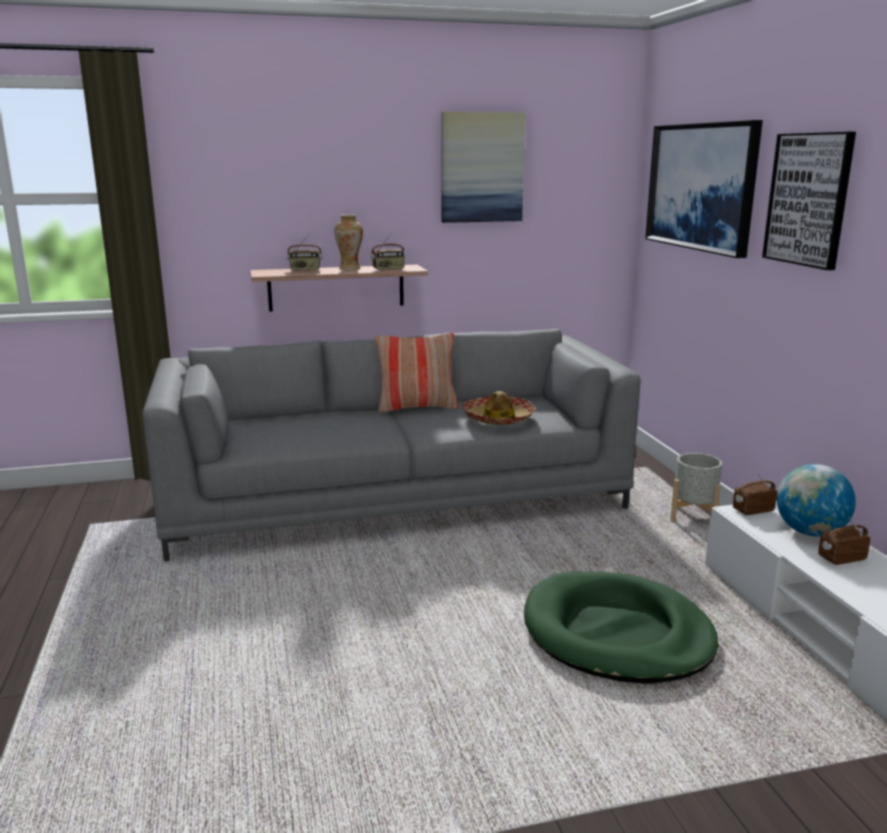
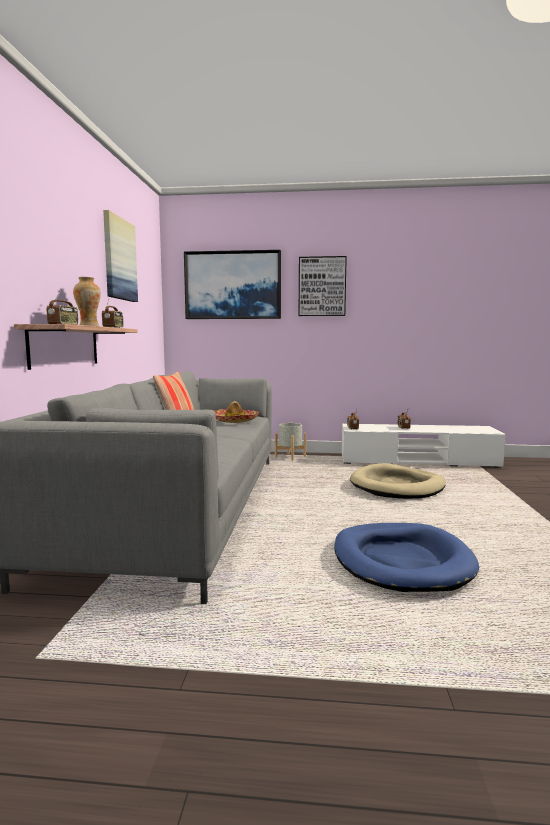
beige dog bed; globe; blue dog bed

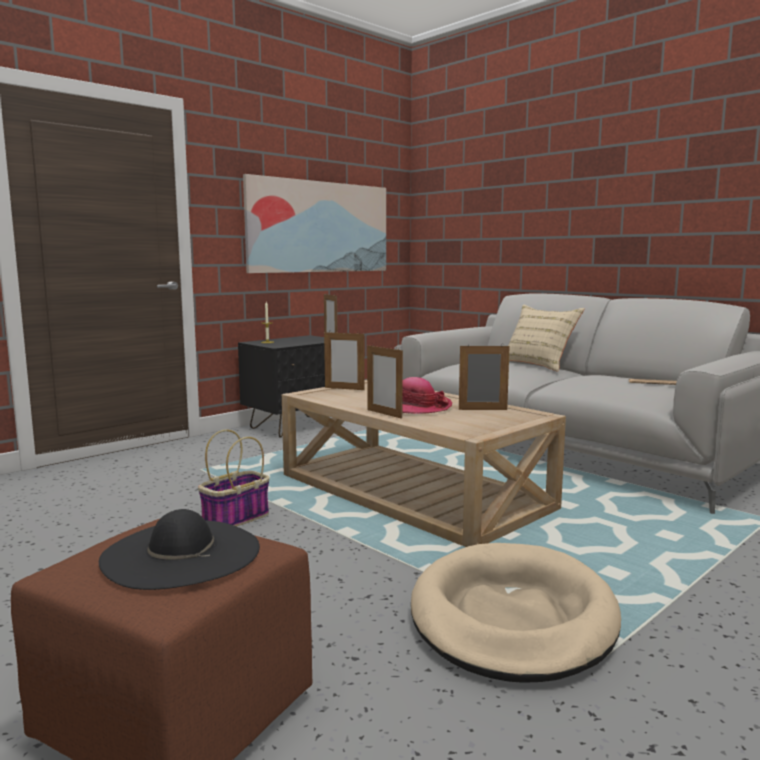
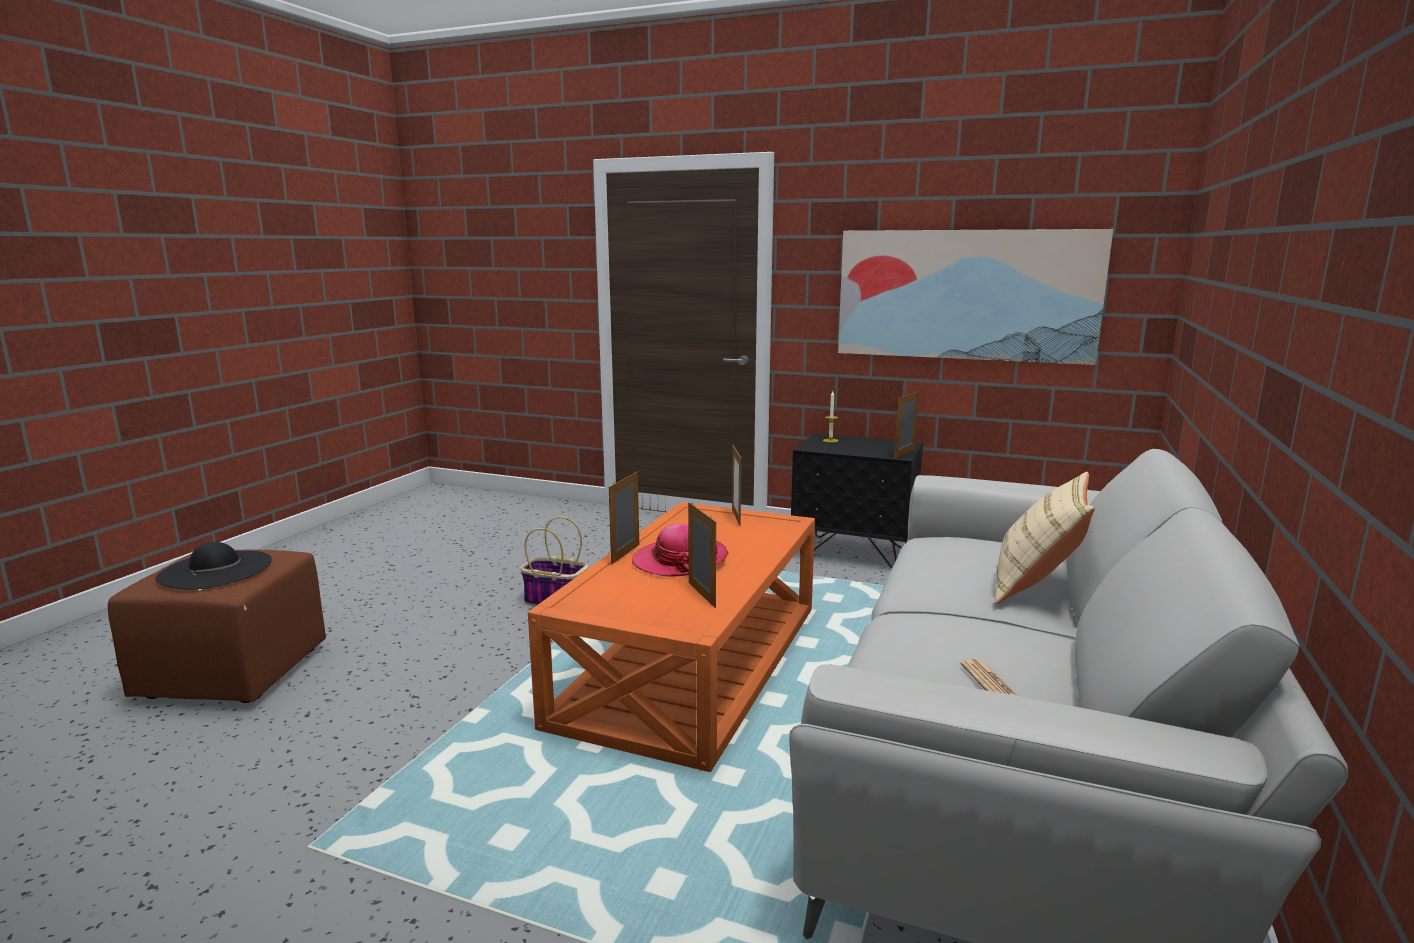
orange coffee table; beige dog bed

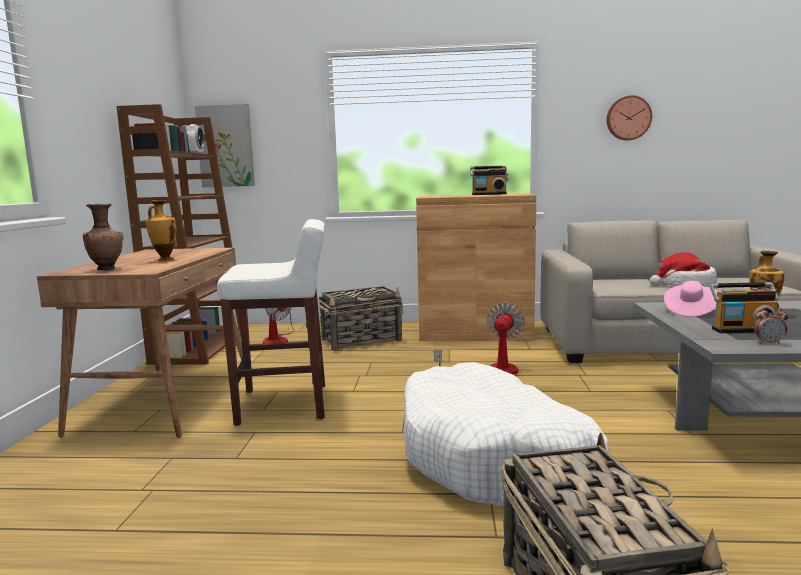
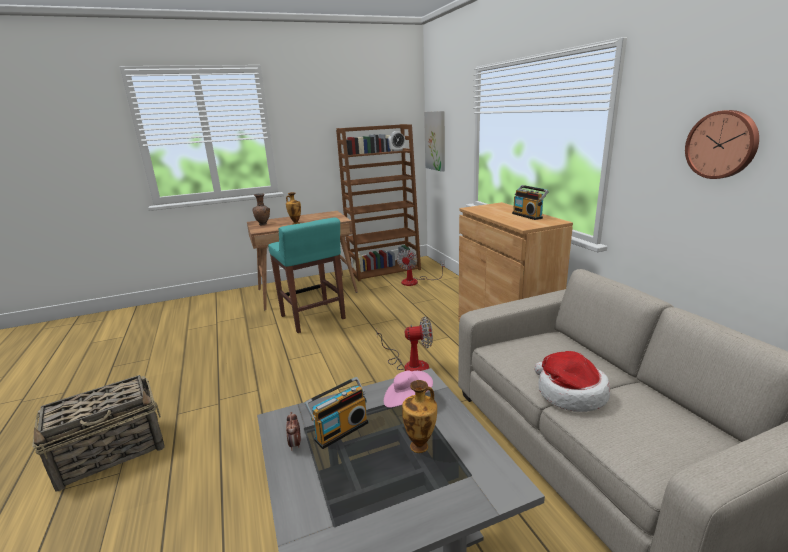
turquoise stool; basket (1st from left in the first image); white dog bed; radio (1st from left)

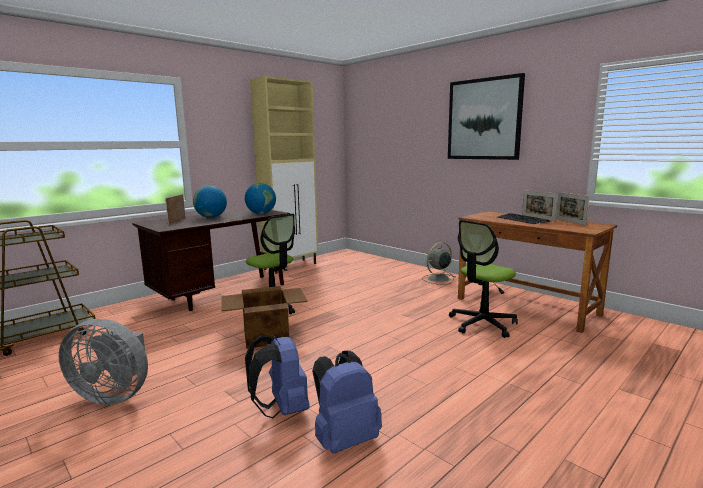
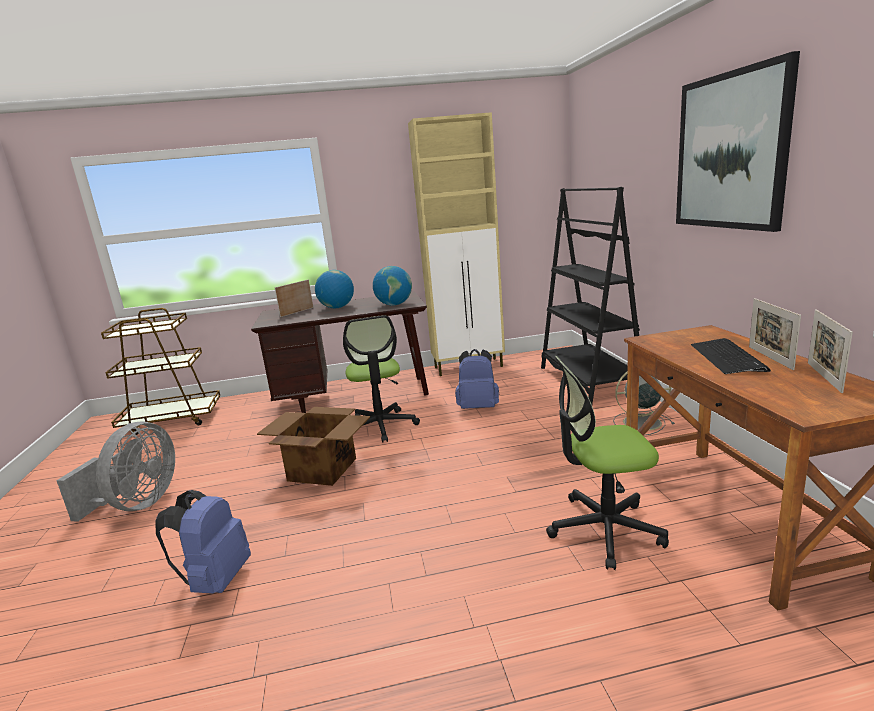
grey fan (1st from left); blue backpack (2nd from left); black bookcase

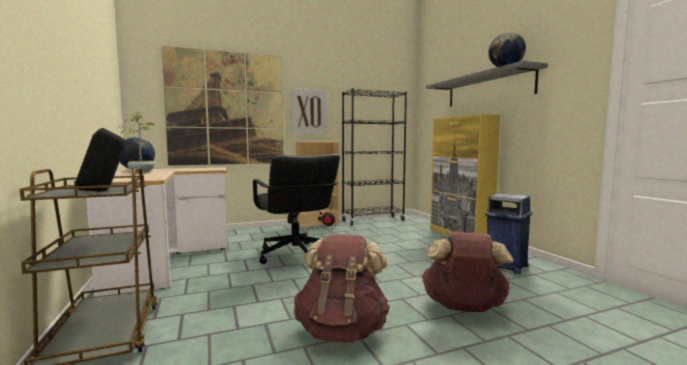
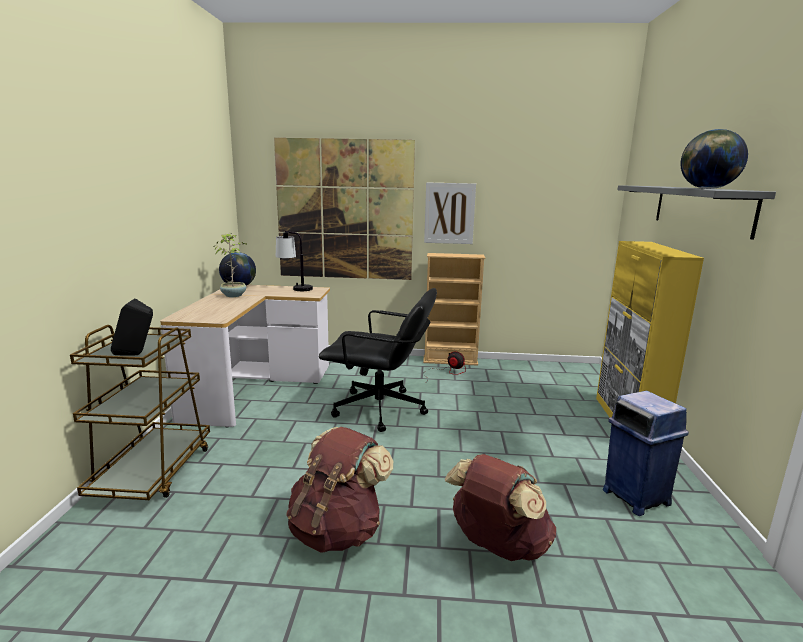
black office chair; black bookcase; table lamp

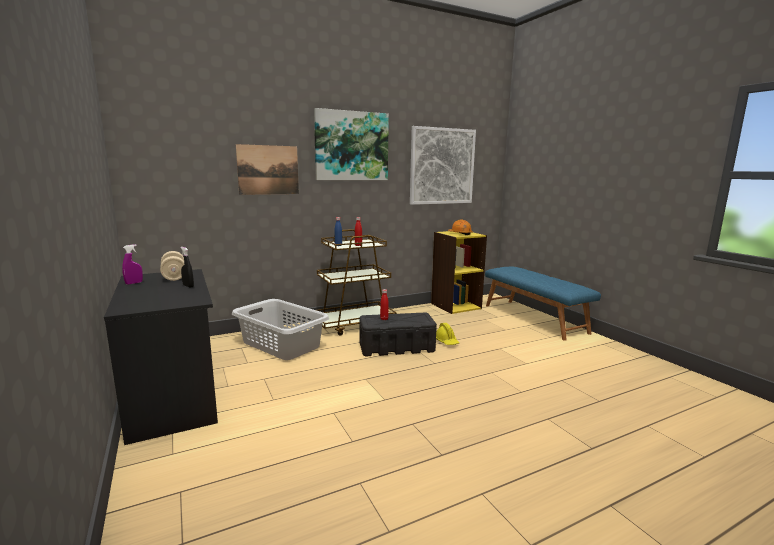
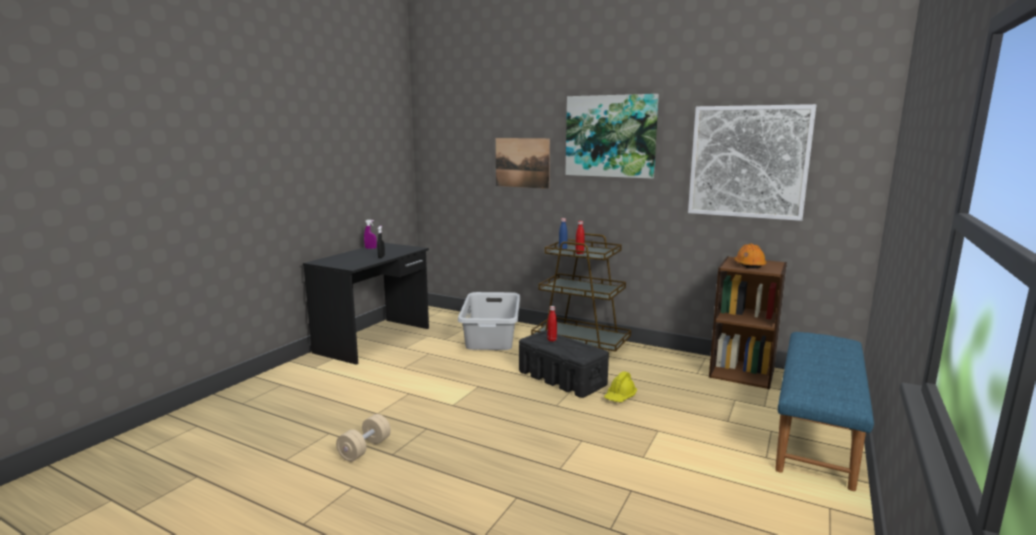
beige dumbbell; brown bookcase

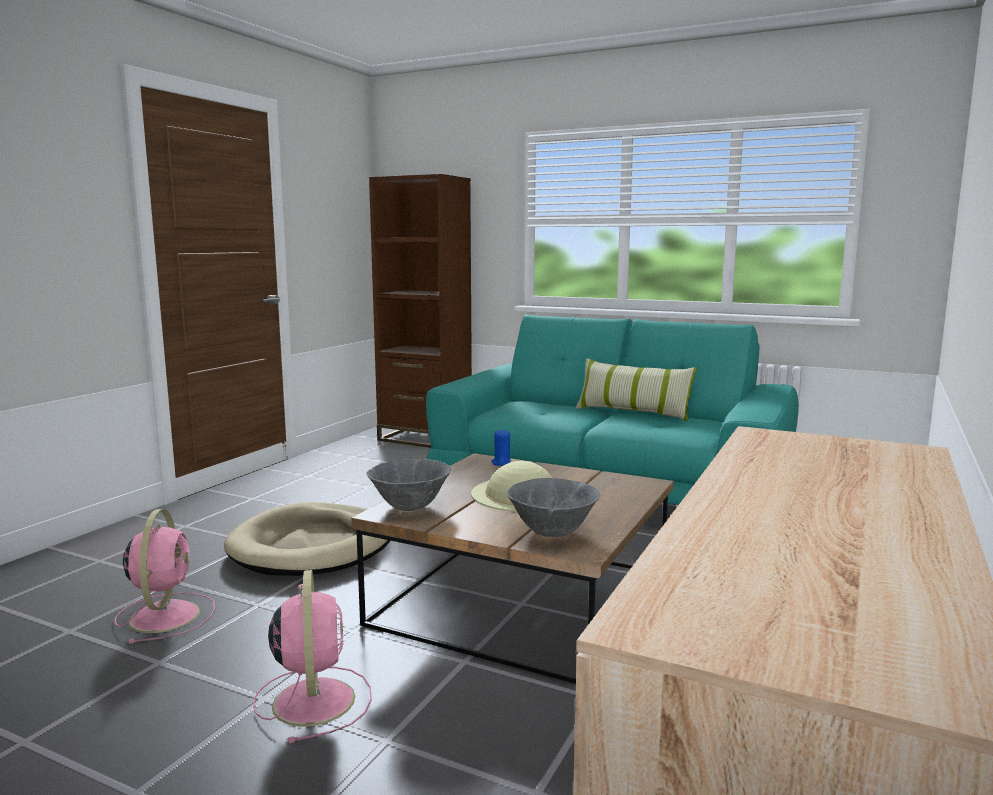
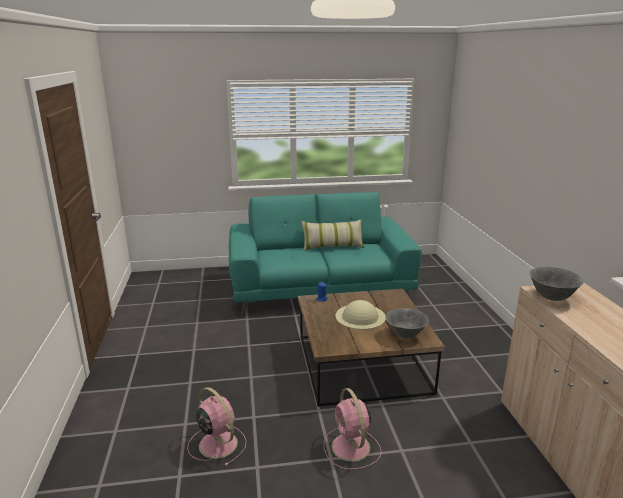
beige dog bed; pink fan (2nd from left); grey bowl (2nd from left); brown bookcase

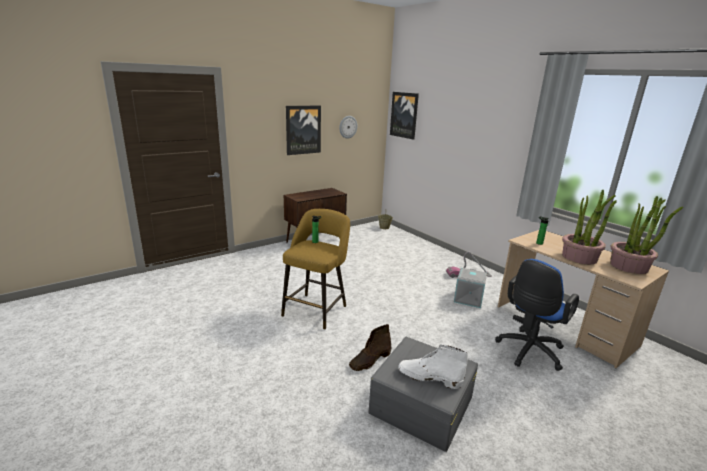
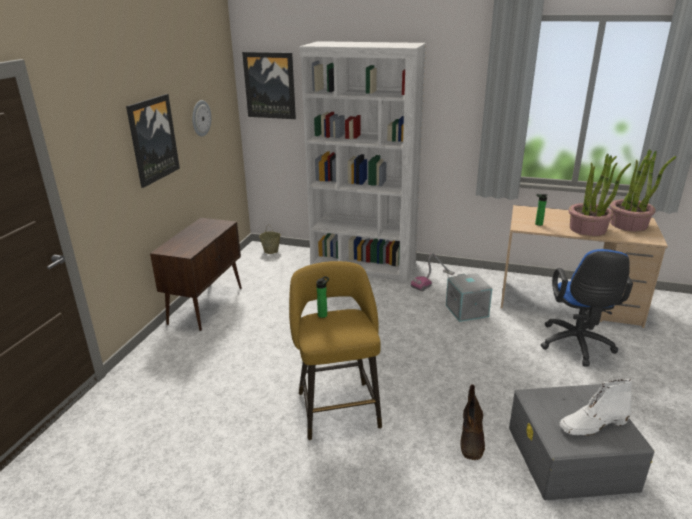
white bookcase

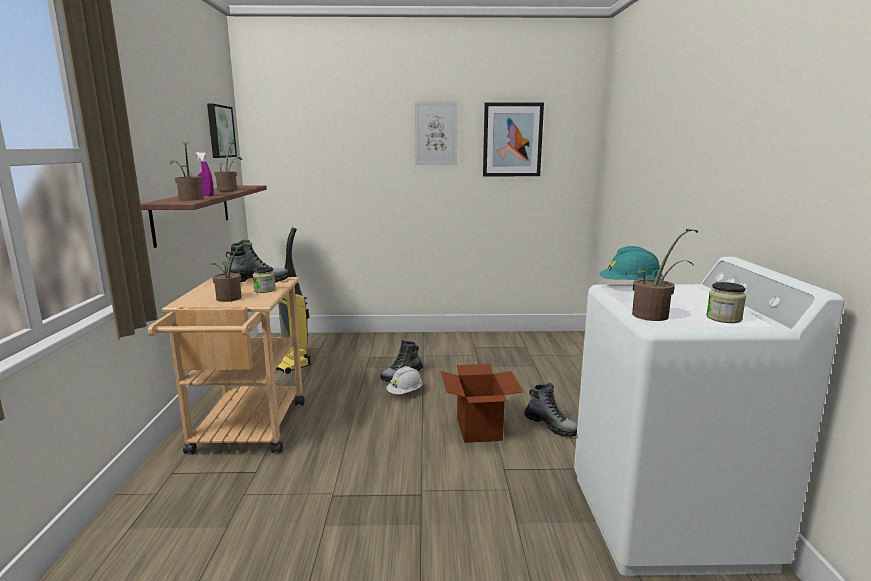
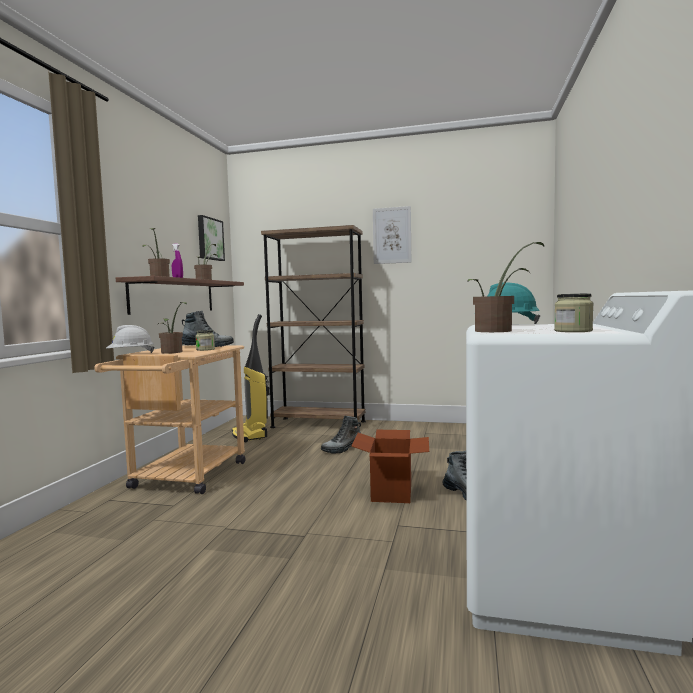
white hard hat; picture (3rd from left in the first image); brown bookcase

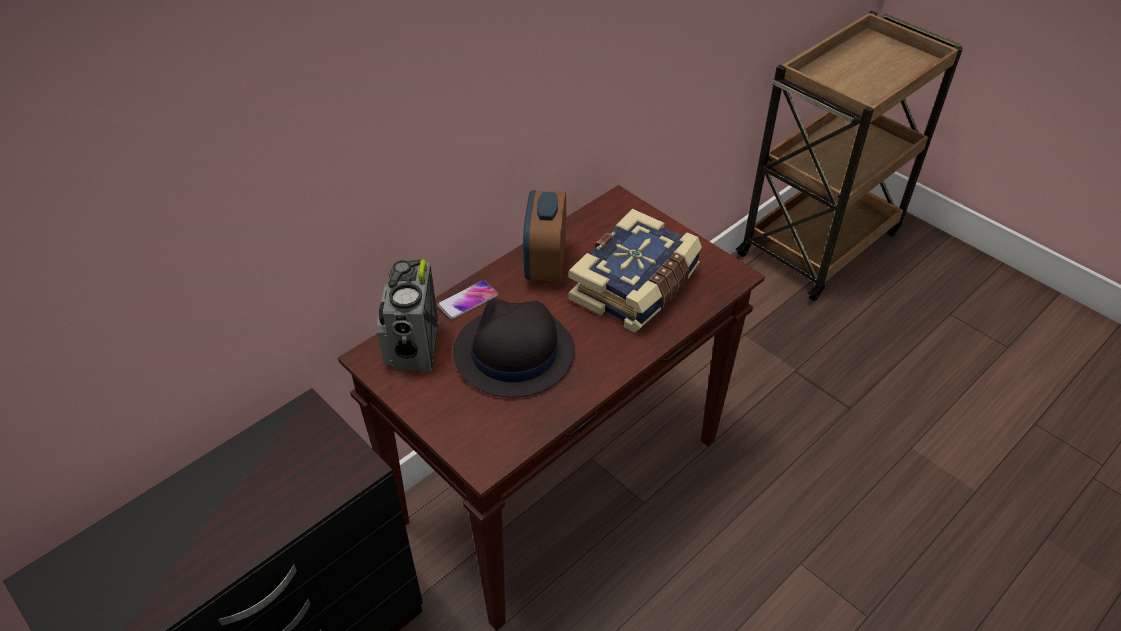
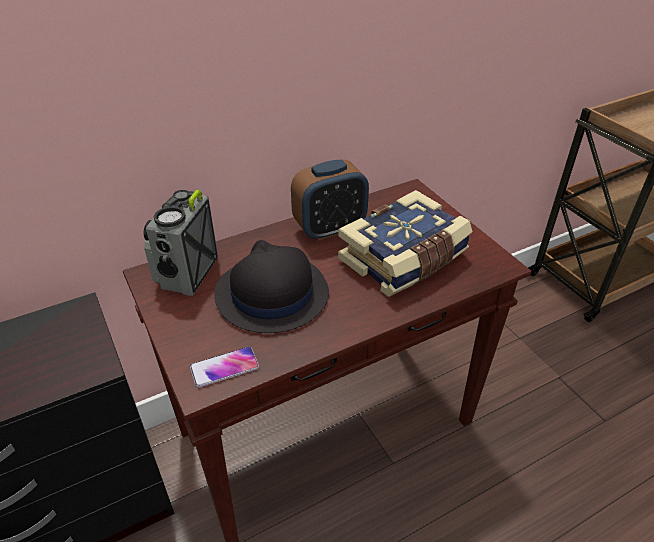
phone; alarm clock

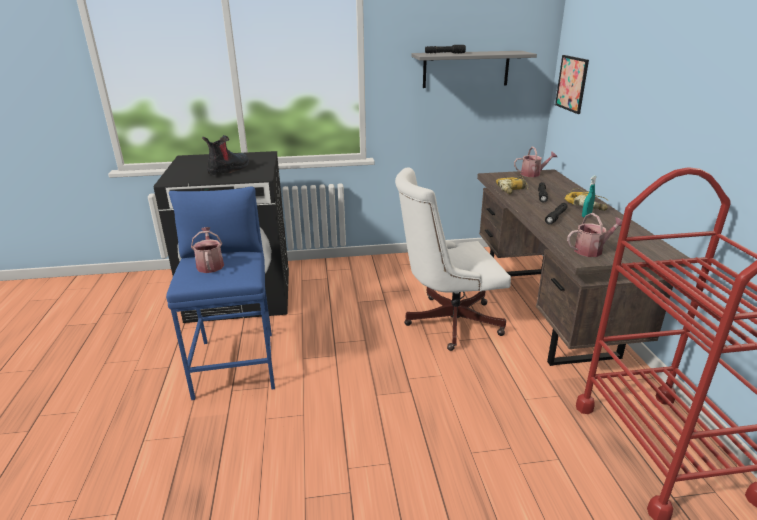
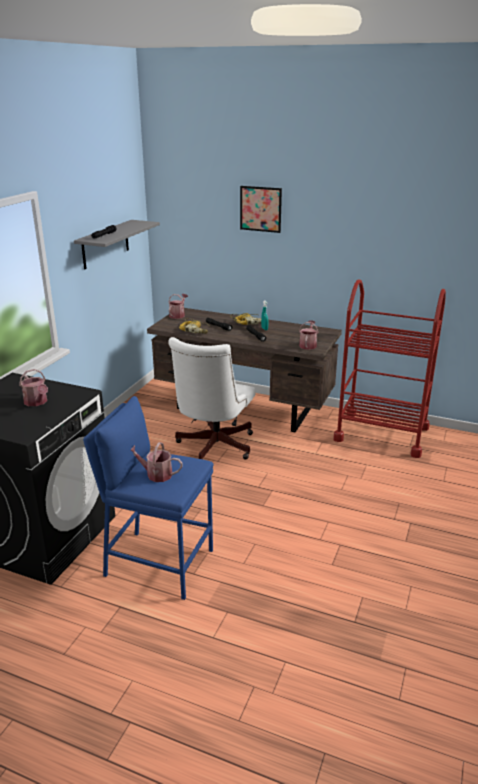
watering can (1st from left); picture

